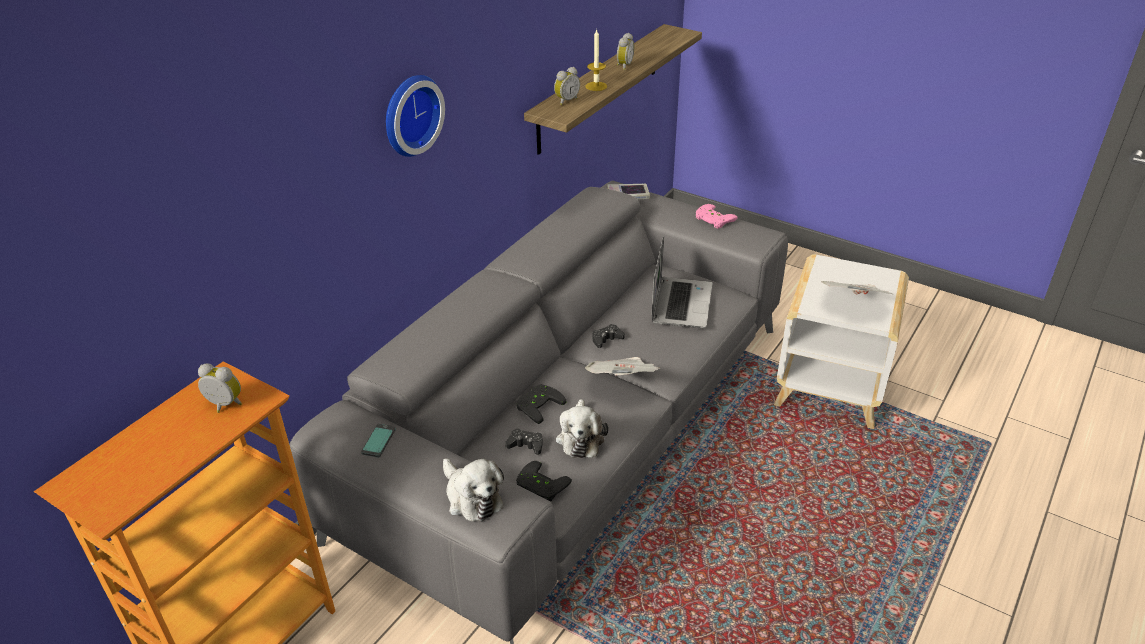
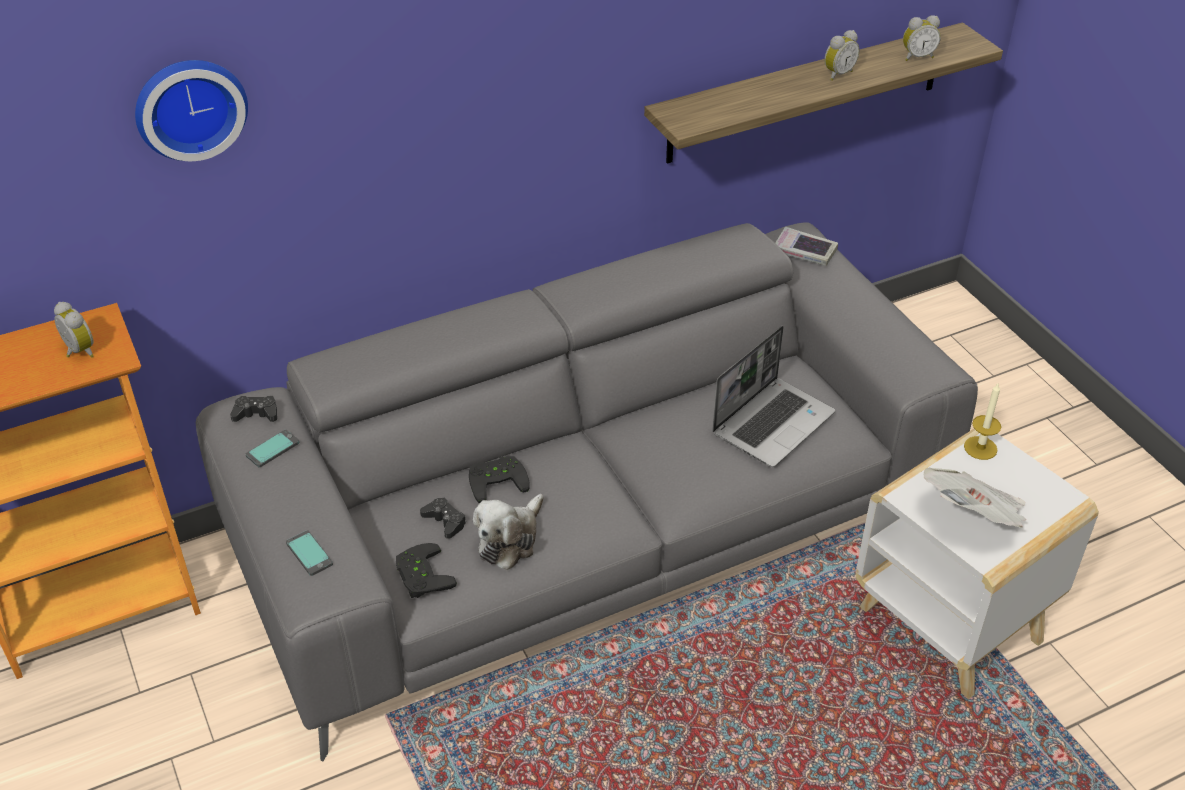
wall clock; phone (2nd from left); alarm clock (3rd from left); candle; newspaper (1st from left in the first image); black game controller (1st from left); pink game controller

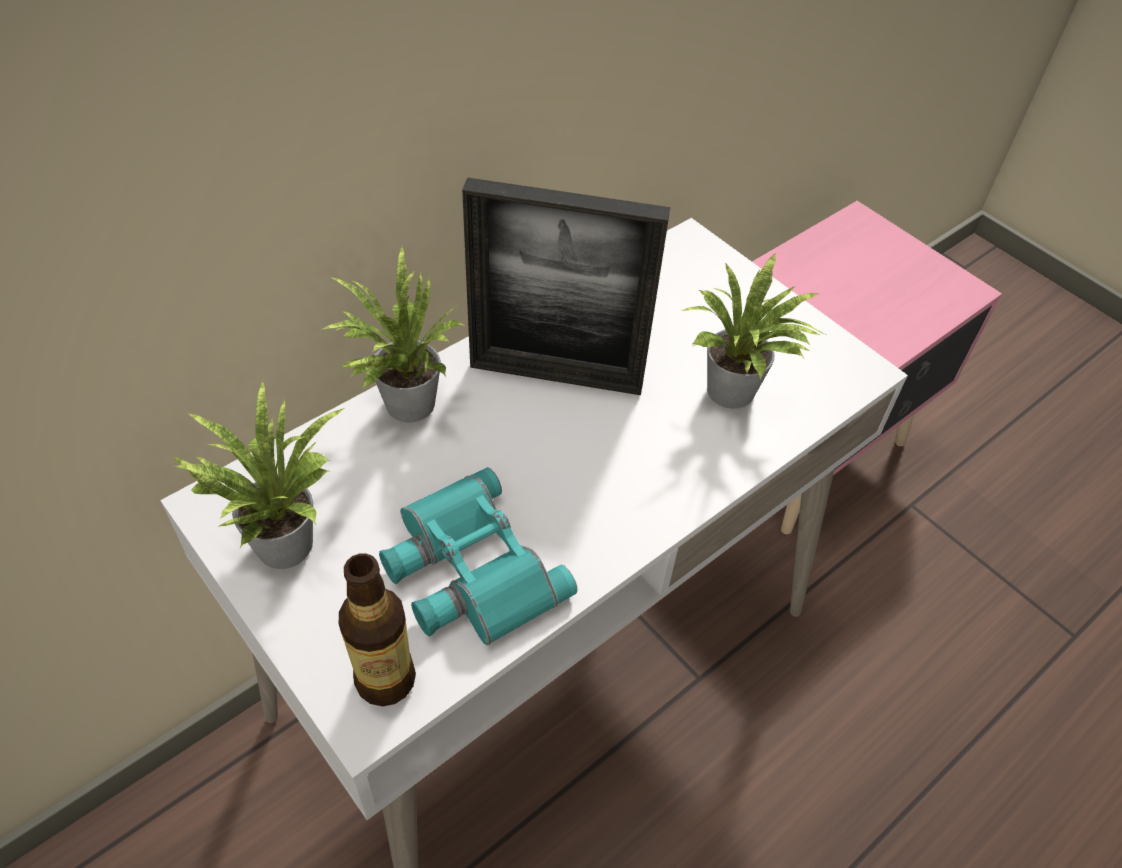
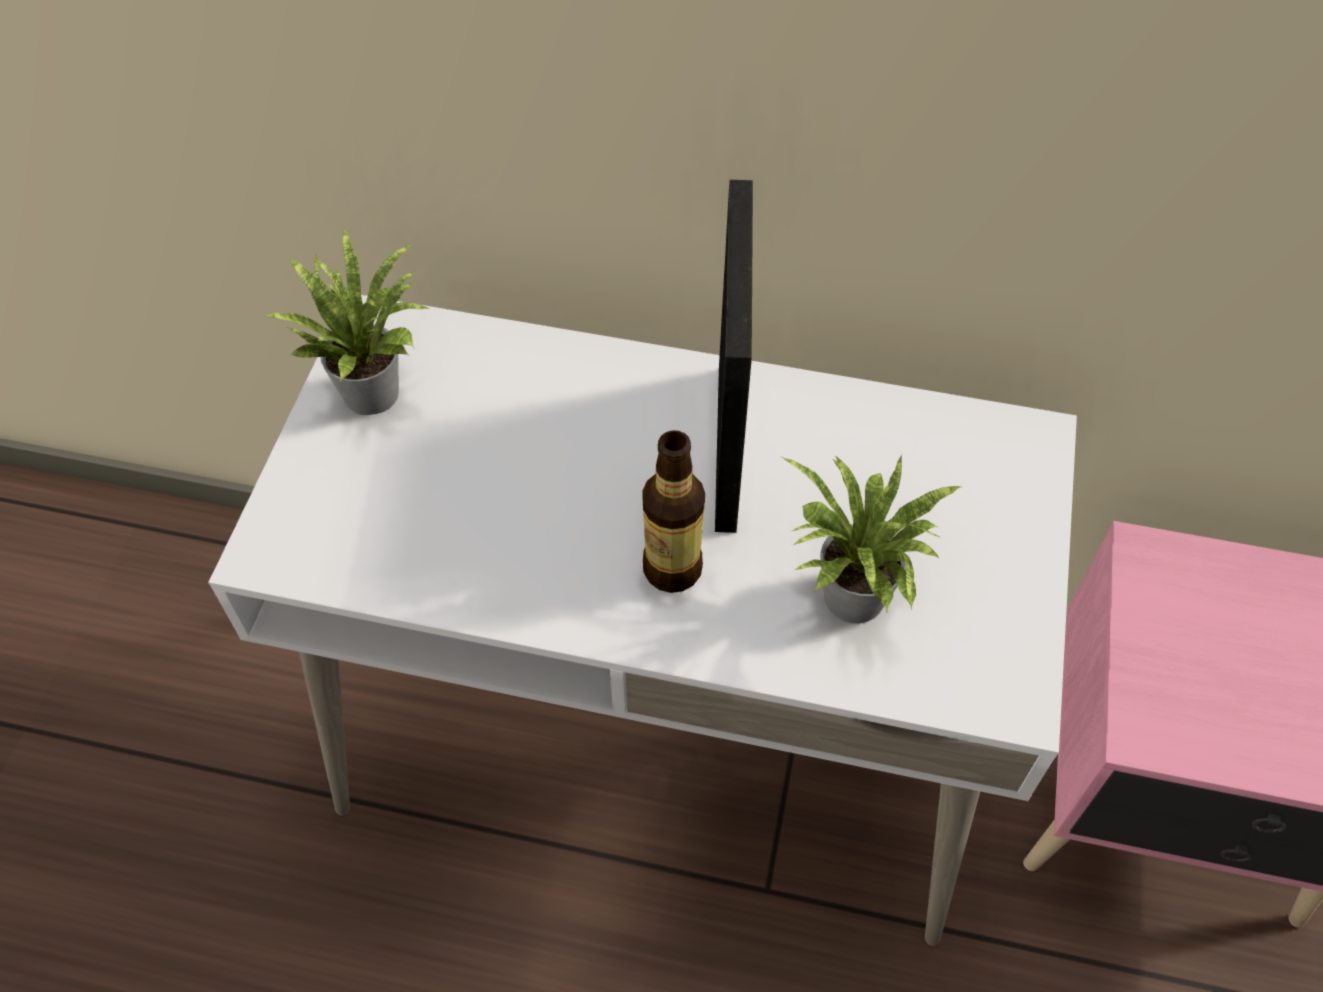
potted plant (2nd from left in the first image); bottle; turquoise binoculars; picture frame

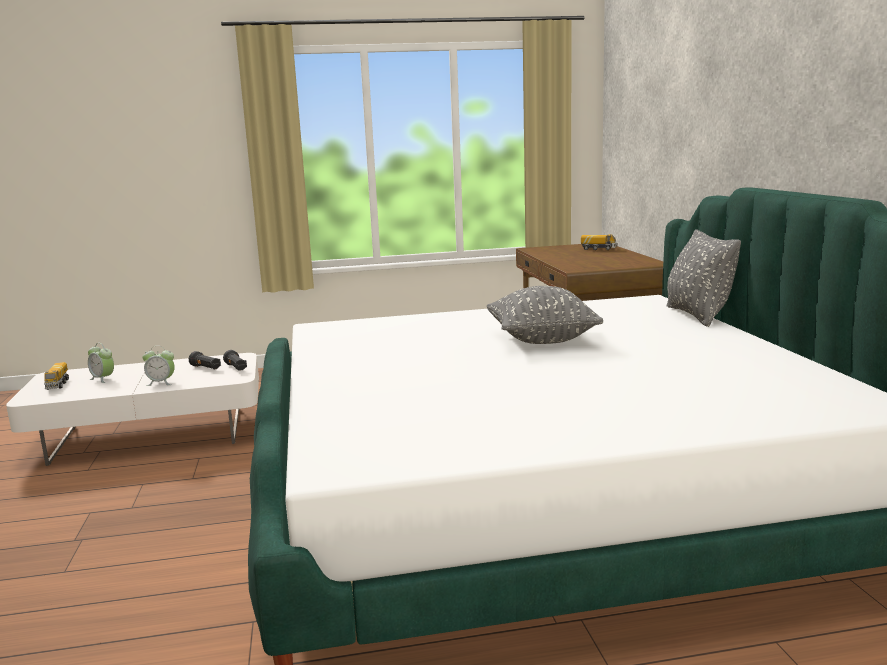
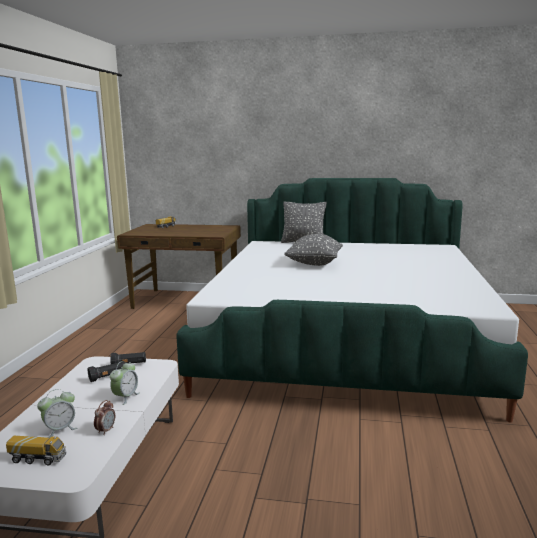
alarm clock (2nd from left)

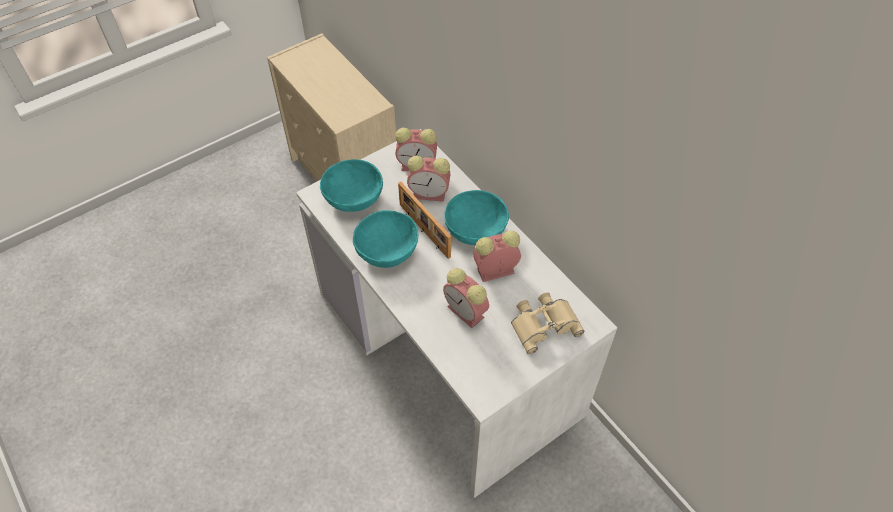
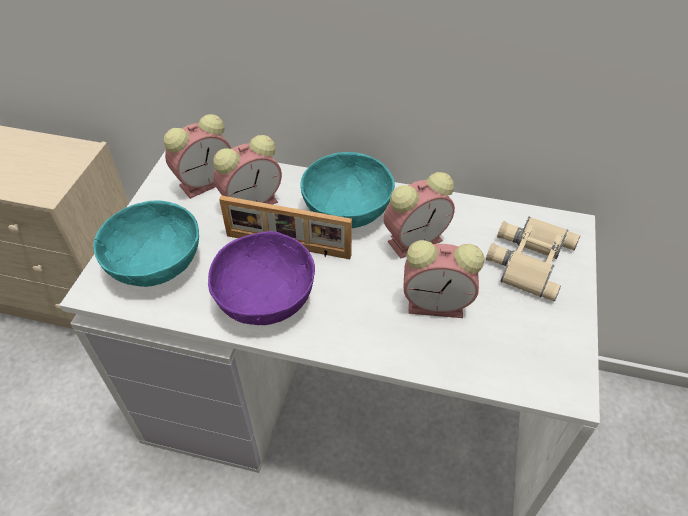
purple bowl; alarm clock (3rd from left)

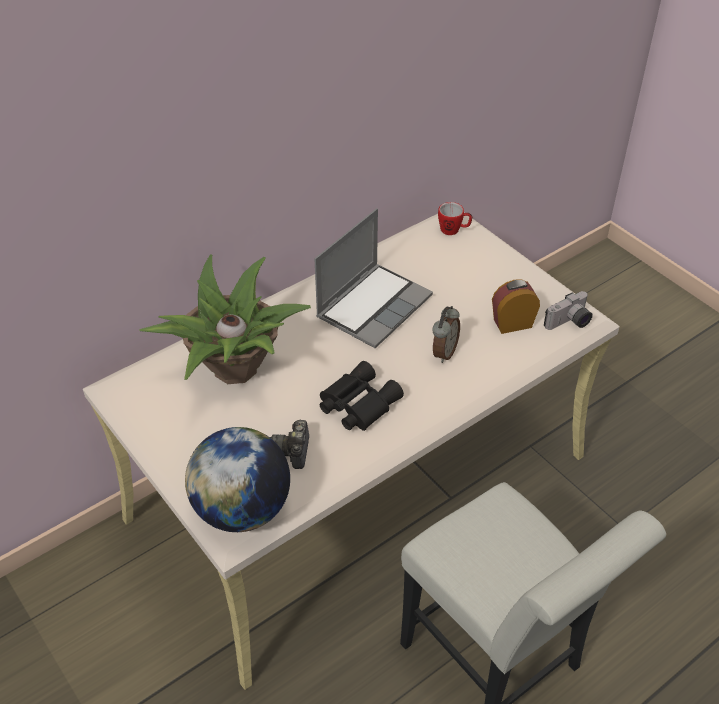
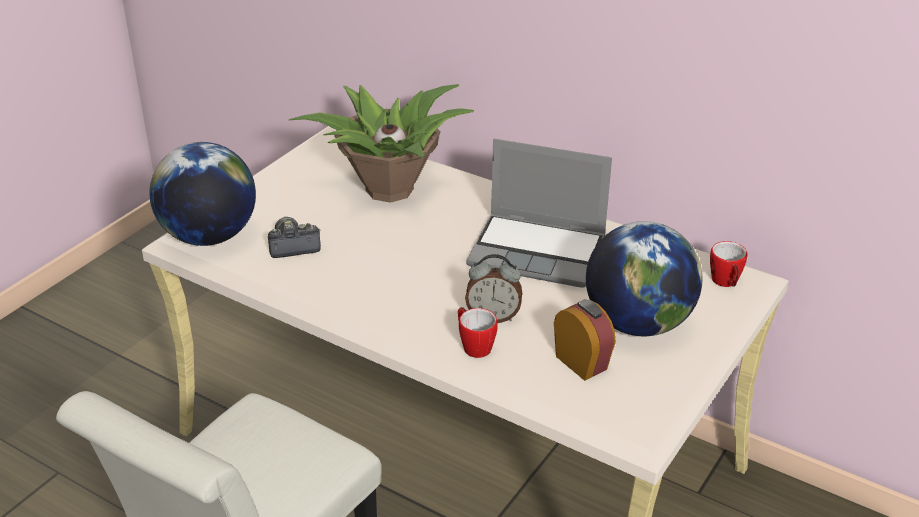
black binoculars; photo camera (2nd from left in the first image); mug (1st from left); globe (2nd from left)

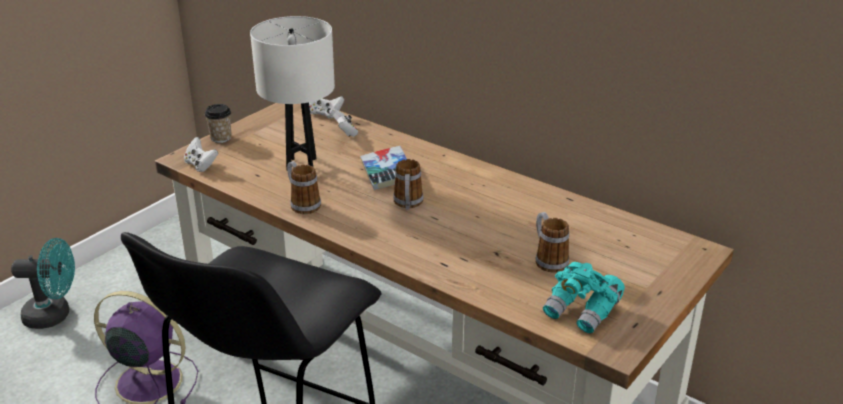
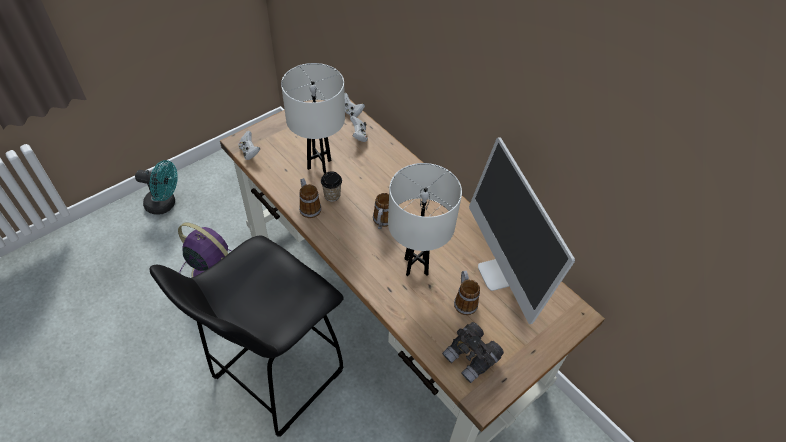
cup; book; grey binoculars; white table lamp (2nd from left); monitor

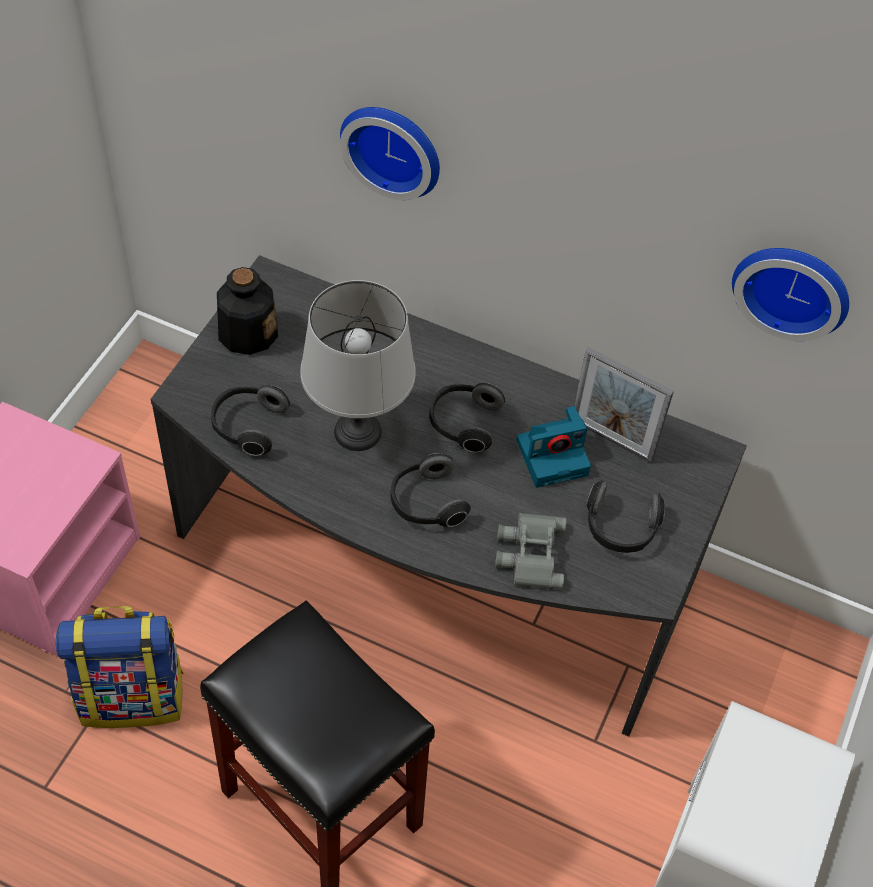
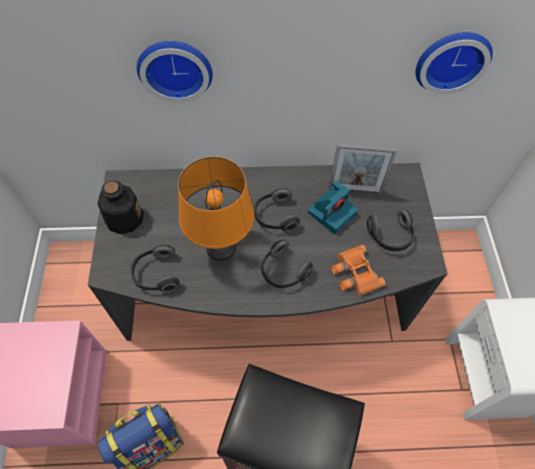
orange table lamp; orange binoculars

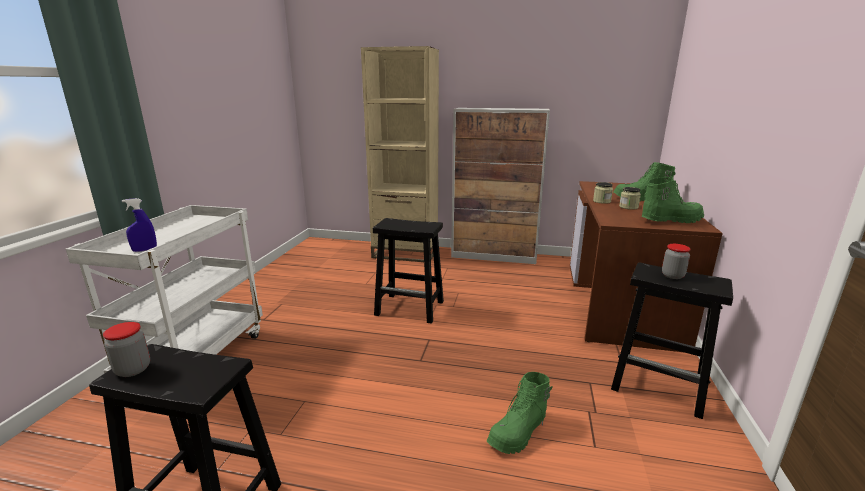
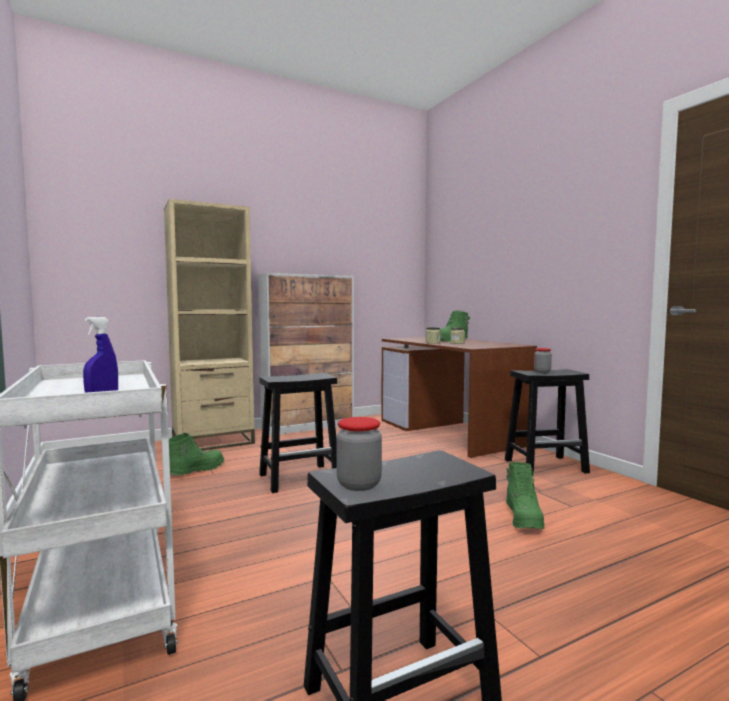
green boot (1st from left)

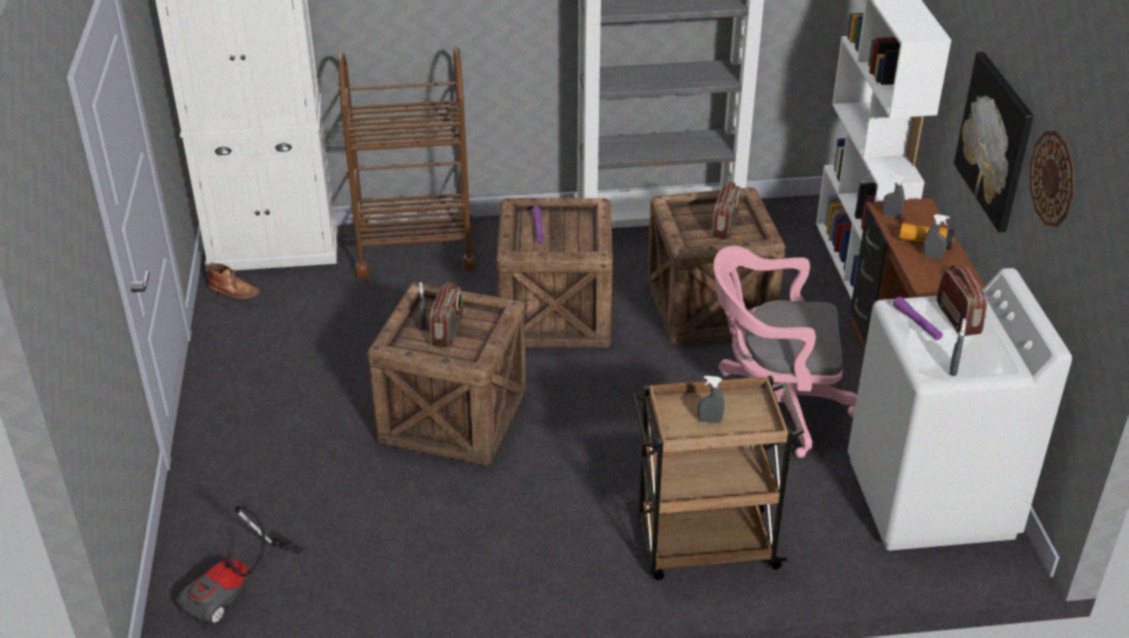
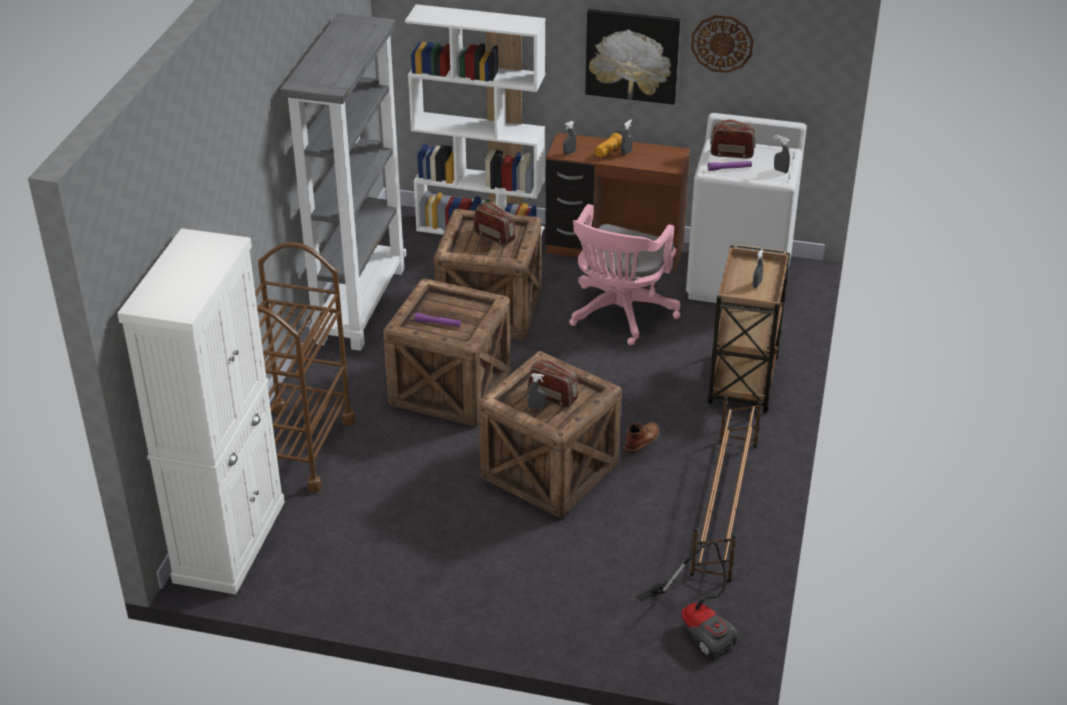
brown boot; brown shoe rack

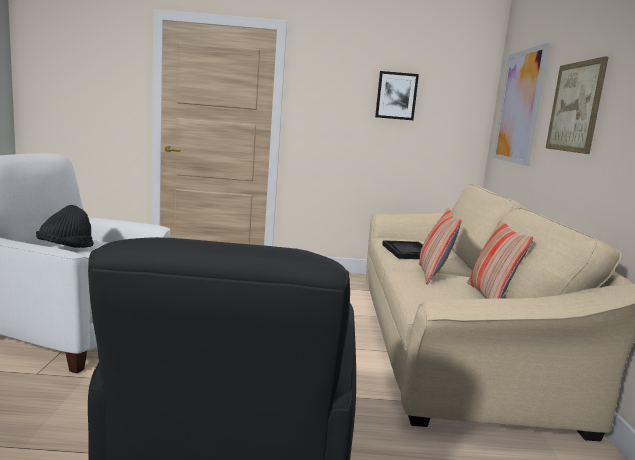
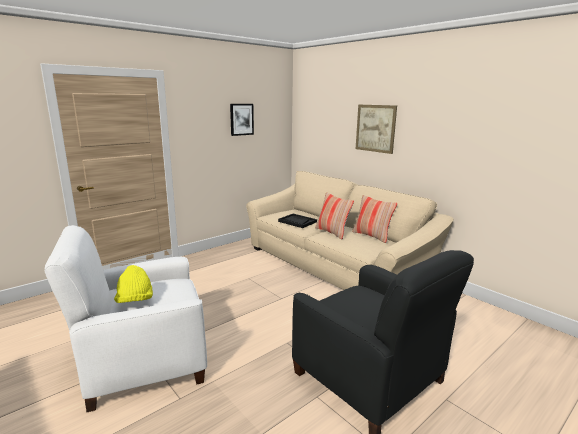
yellow hat; picture (2nd from left in the first image)

